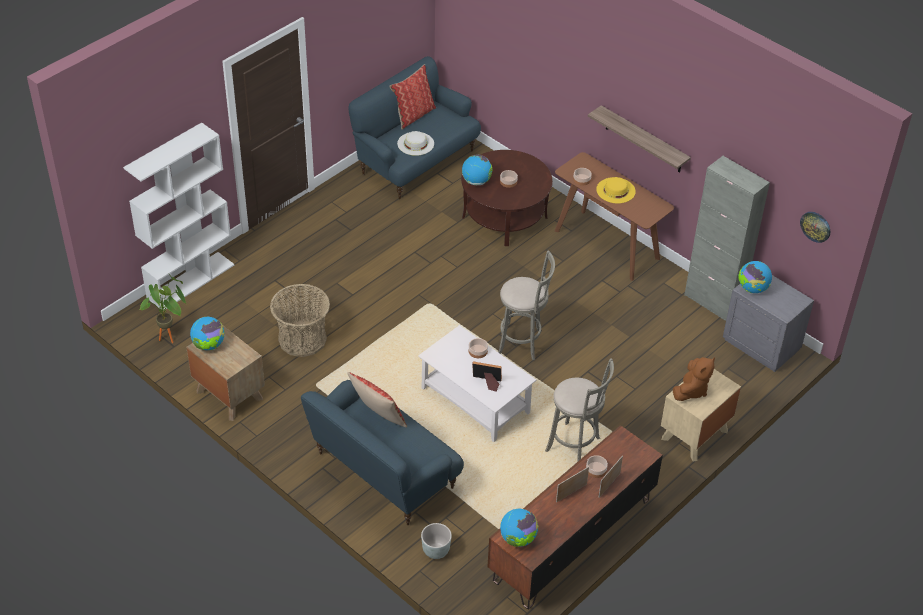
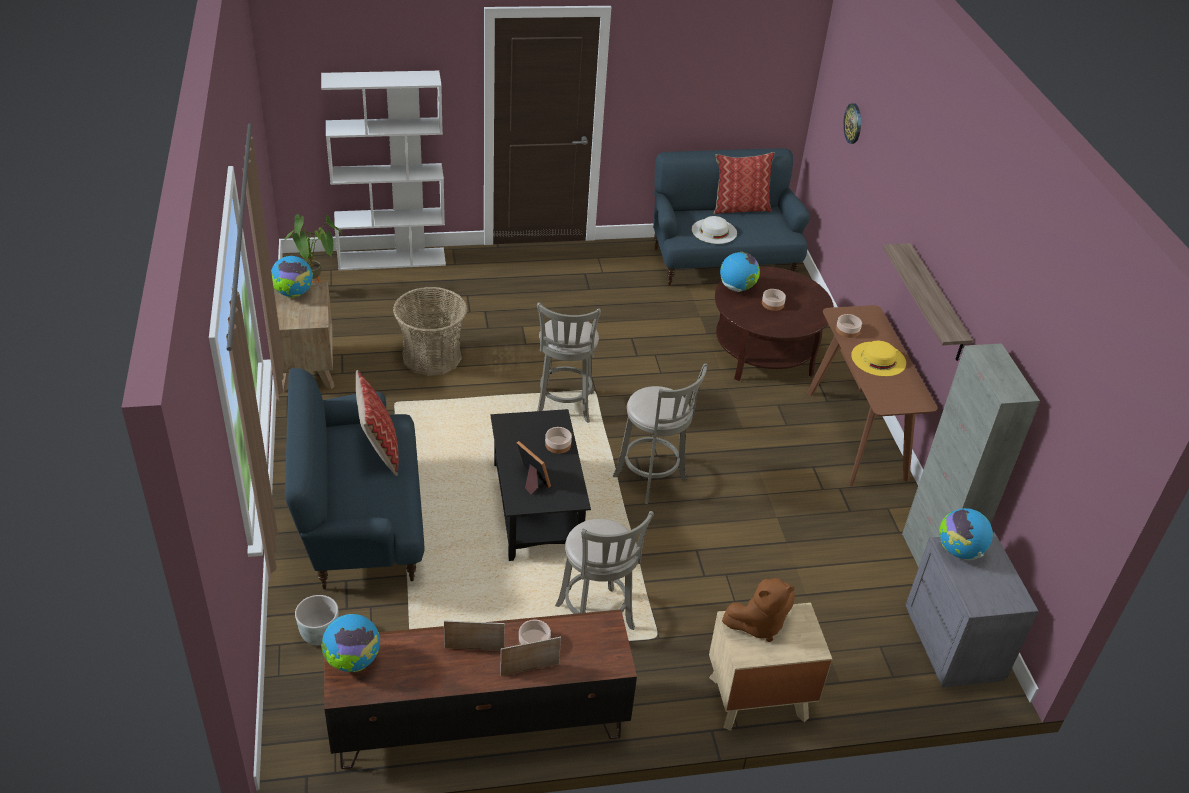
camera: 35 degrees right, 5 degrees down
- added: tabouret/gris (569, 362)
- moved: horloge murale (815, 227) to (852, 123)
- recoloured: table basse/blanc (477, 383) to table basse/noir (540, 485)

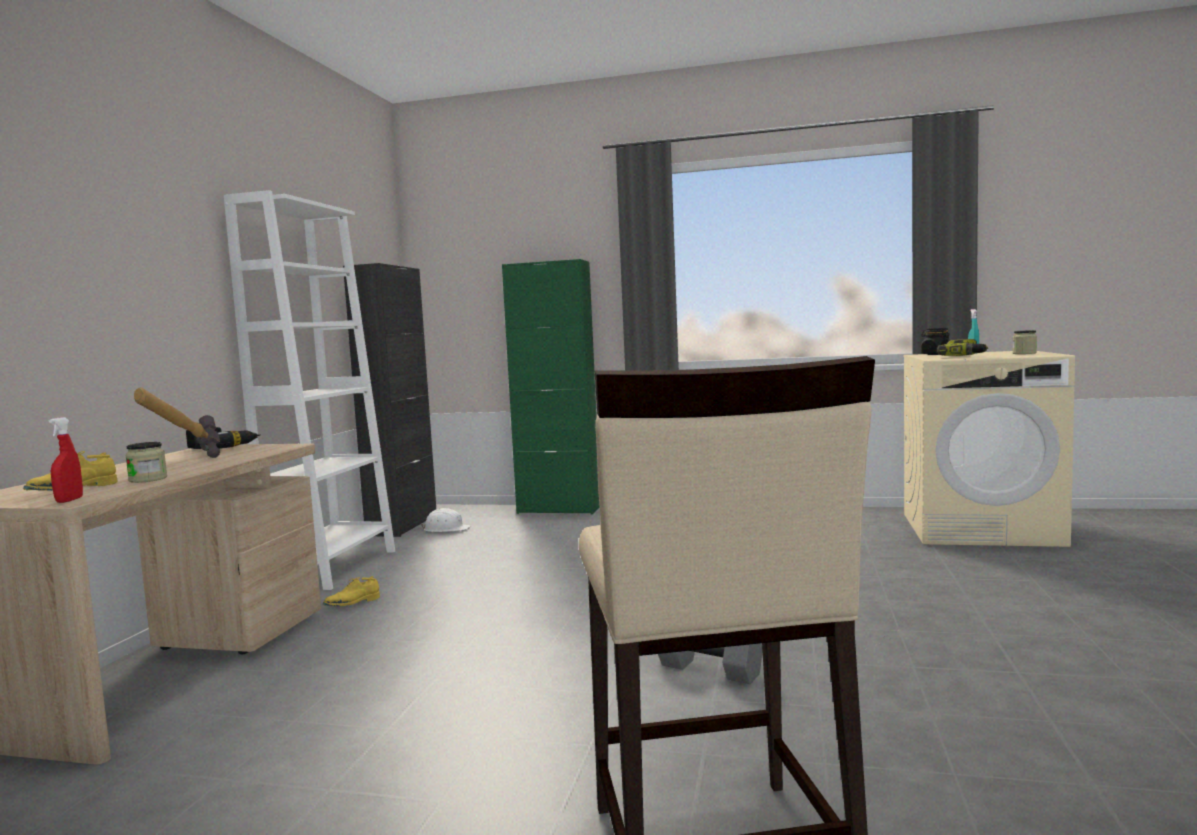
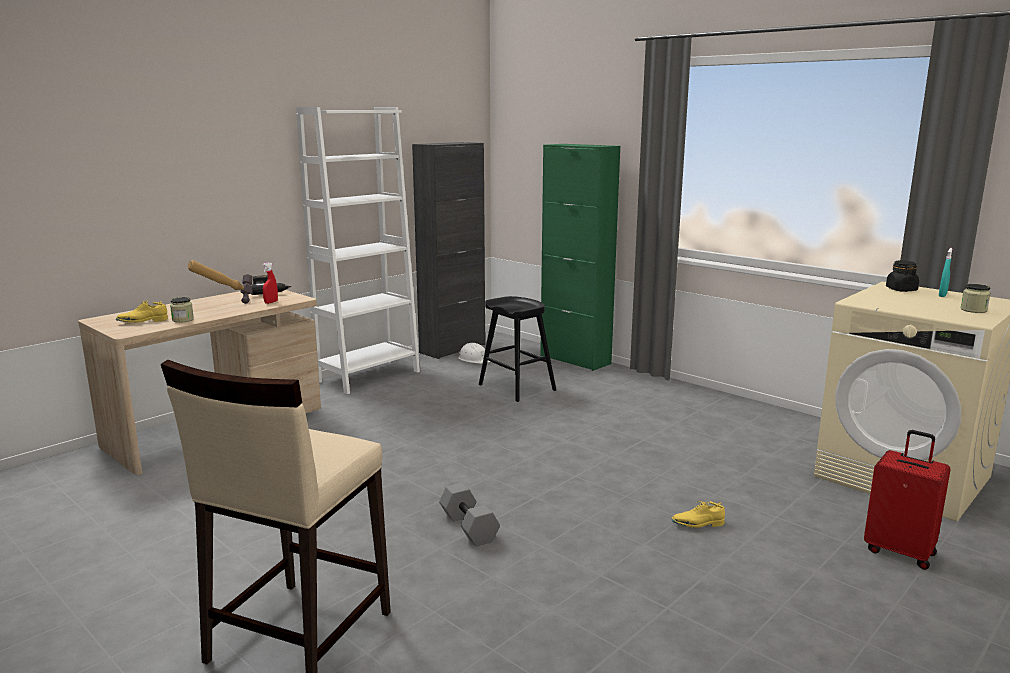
camera: 30 degrees right, 10 degrees up
- removed: perceuse (962, 347)
- added: tabouret/noir (517, 349)
- added: valise/rouge (907, 500)
- moved: vaporisateur/rouge (66, 460) to (270, 283)
- moved: chaussure/jaune (351, 591) to (698, 514)

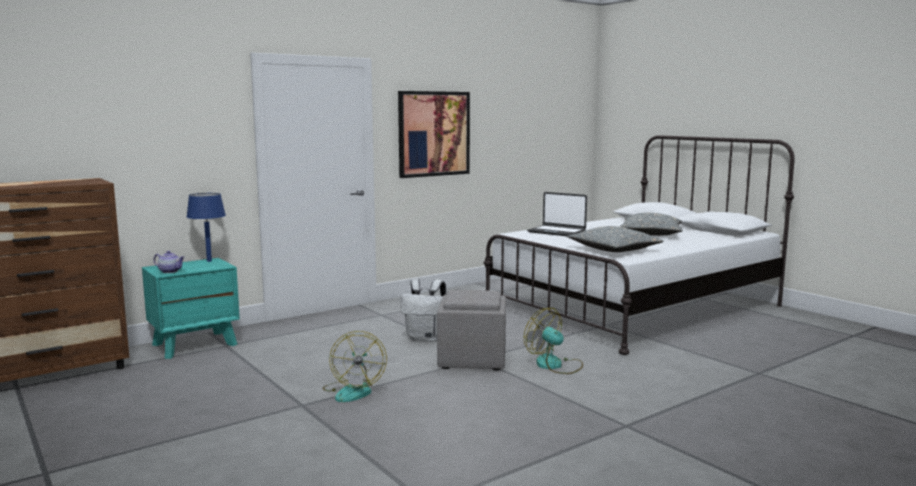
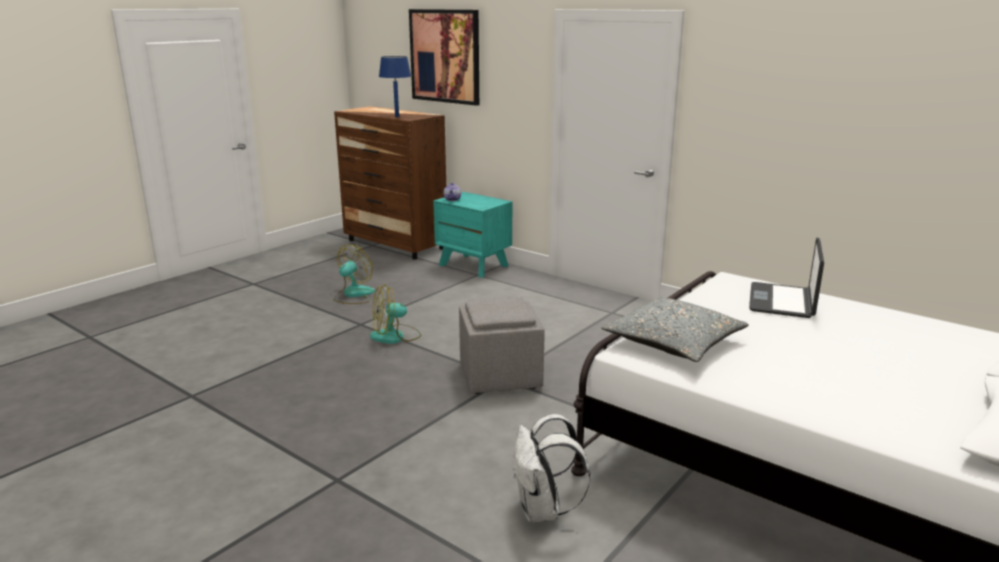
camera: 75 degrees right, 10 degrees up
- removed: coussin/gris (651, 224)
- moved: lampe de table/bleu (206, 227) to (395, 86)
- moved: tableau (434, 134) to (444, 57)
- moved: sac à dos/blanc (423, 310) to (551, 468)
- moved: ventilateur (553, 341) to (354, 274)

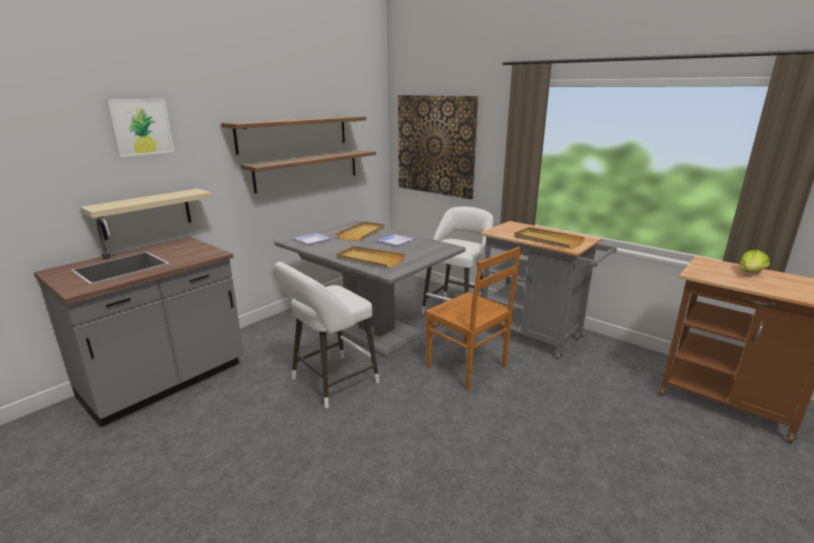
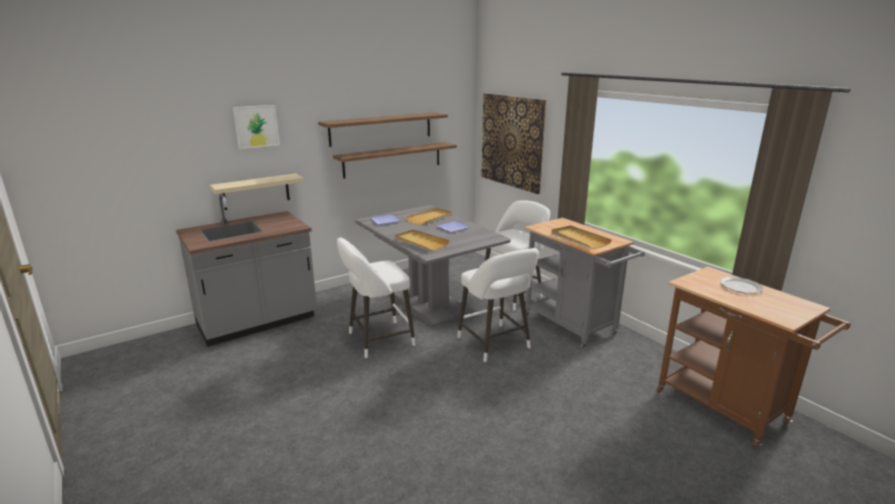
camera: 15 degrees right, 0 degrees up
- replaced: chaise/marron (473, 319) to tabouret/blanc (498, 305)
- replaced: laitue (754, 261) to assiette (741, 285)

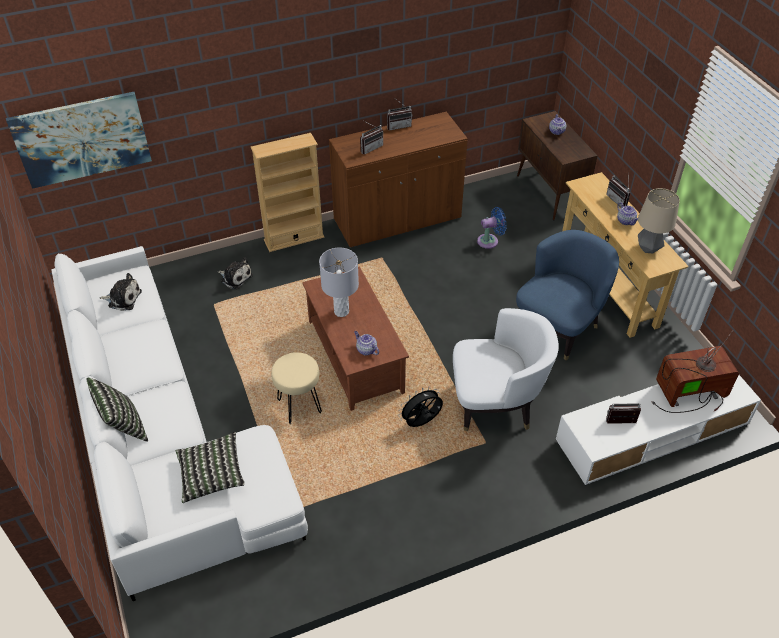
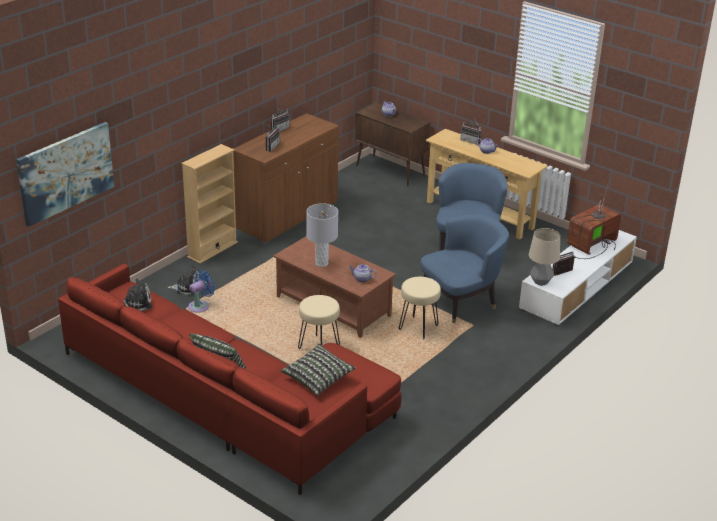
camera: 30 degrees left, 15 degrees down
- moved: ventilateur/bleu (492, 228) to (201, 291)
- moved: lampe de table (659, 220) to (544, 257)
- replaced: ventilateur/noir (420, 407) to tabouret/beige (420, 308)
- recoloured: canapé/blanc (179, 423) to canapé/rouge (229, 379)
- recoloured: fauteuil/blanc (505, 369) to fauteuil/bleu (465, 268)

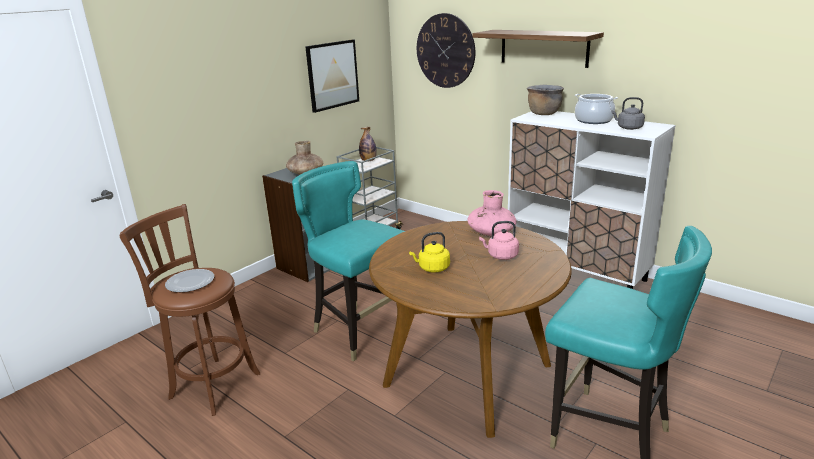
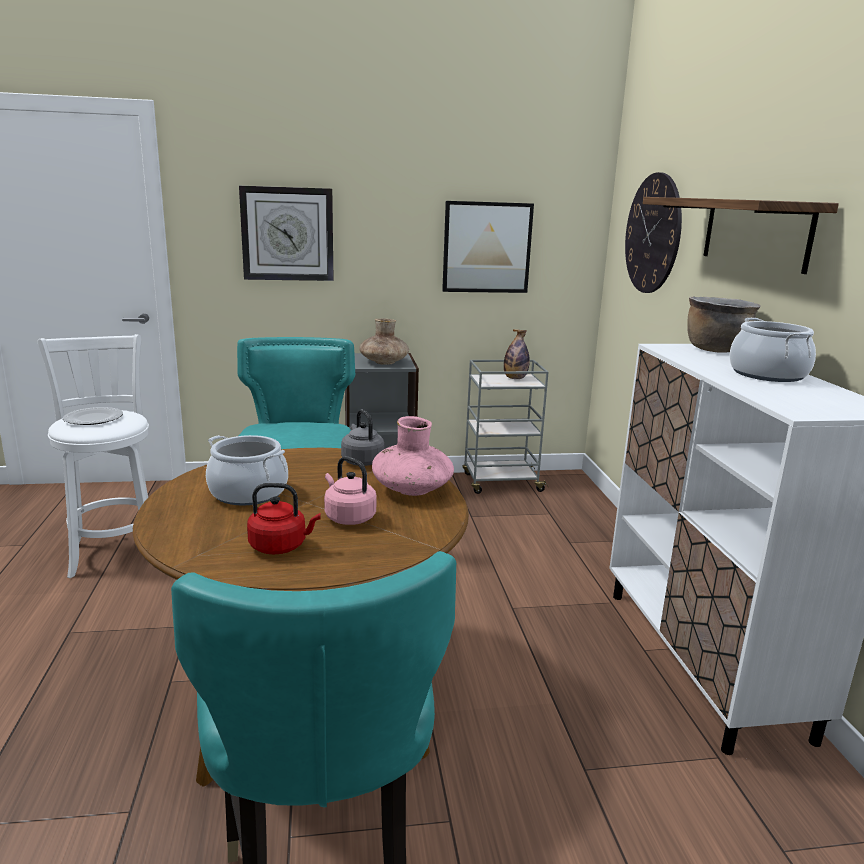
camera: 40 degrees right, 5 degrees down
- added: horloge murale (286, 233)
- added: bouilloire/rouge (284, 518)
- moved: bouilloire/gris (628, 113) to (362, 438)
- replaced: bouilloire/jaune (429, 252) to marmite (247, 470)
- recoloured: tabouret/marron (190, 310) to tabouret/blanc (93, 456)

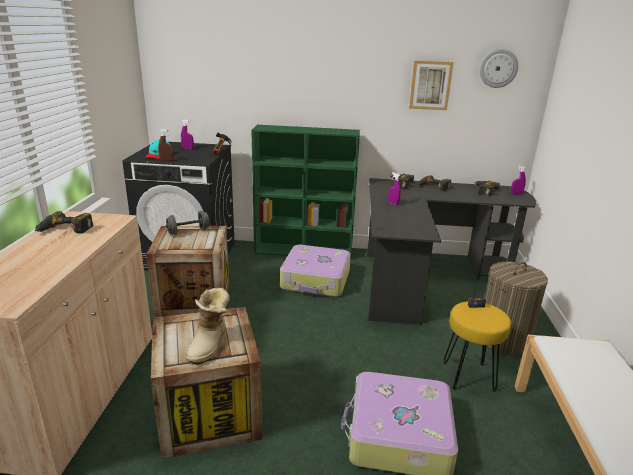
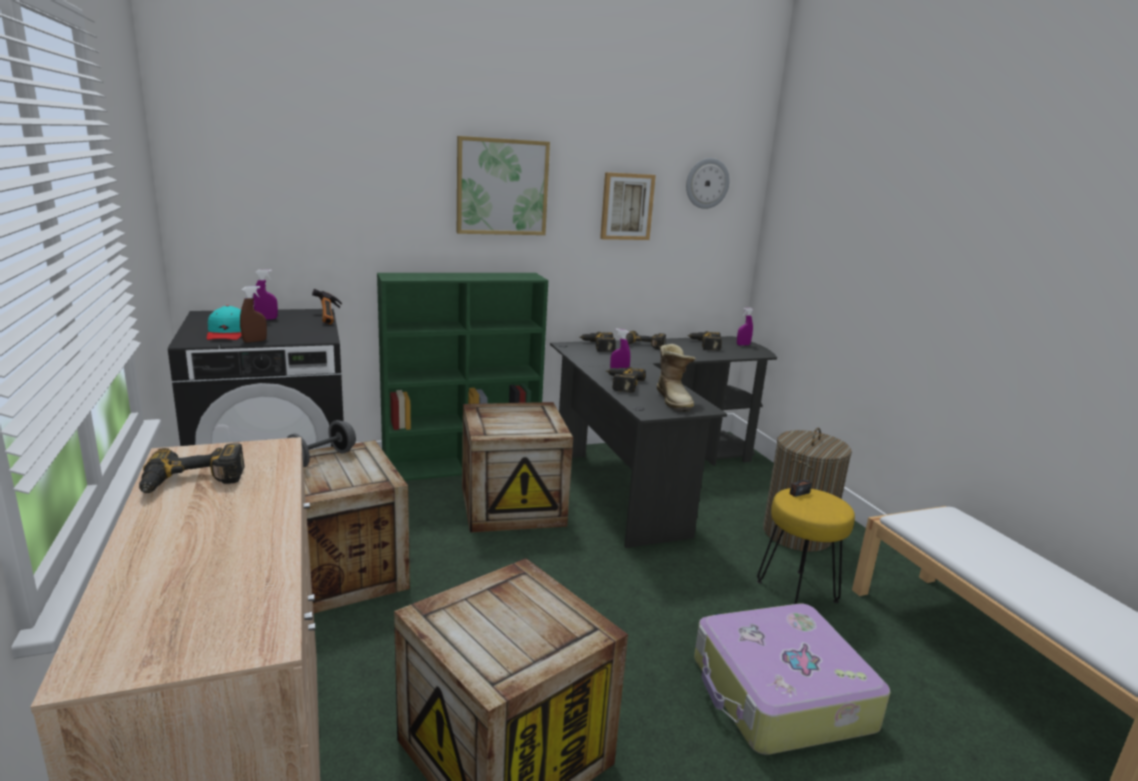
camera: 25 degrees left, 5 degrees down
- added: tableau (503, 185)
- added: perceuse (626, 380)
- moved: botte (207, 326) to (676, 378)
- replaced: valise (315, 271) to caisse (517, 467)

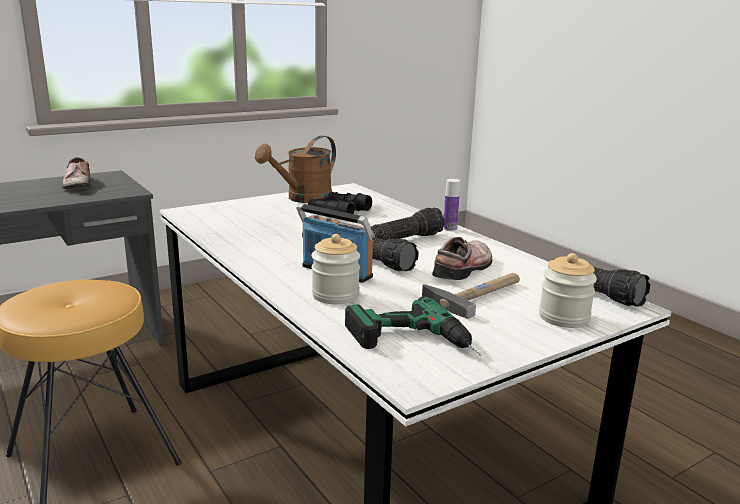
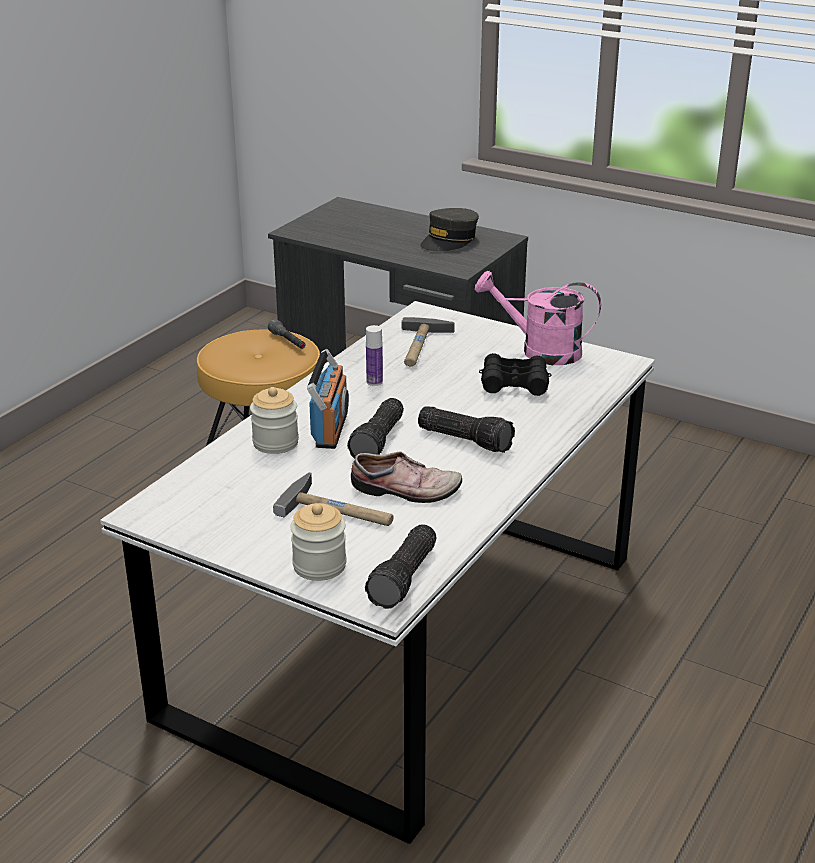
camera: 65 degrees right, 10 degrees up
- removed: perceuse (413, 326)
- added: lampe de poche/gris (287, 334)
- added: marteau (428, 341)
- moved: bouteille (451, 205) to (374, 355)
- replaced: chaussure (76, 173) to casquette/gris (449, 229)
- recoloured: arrosoir/marron (295, 169) to arrosoir/rose (538, 318)

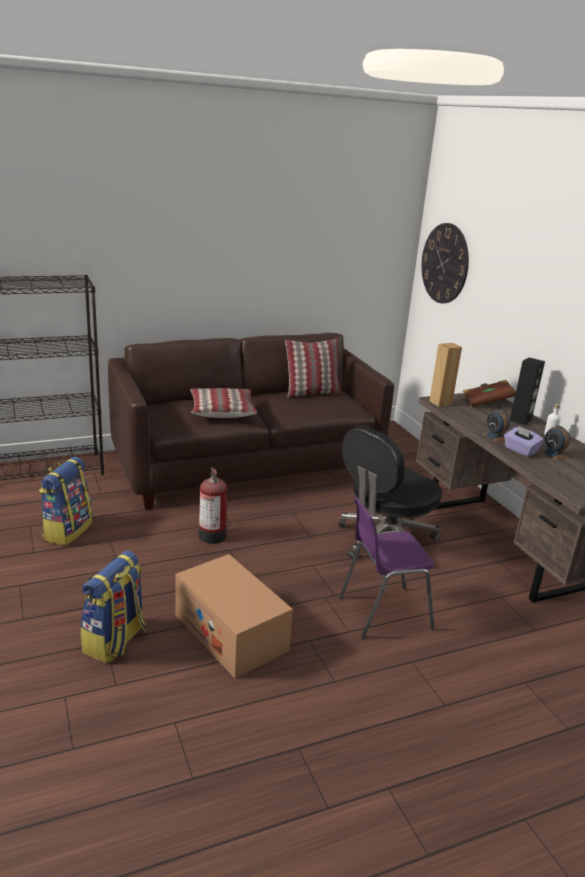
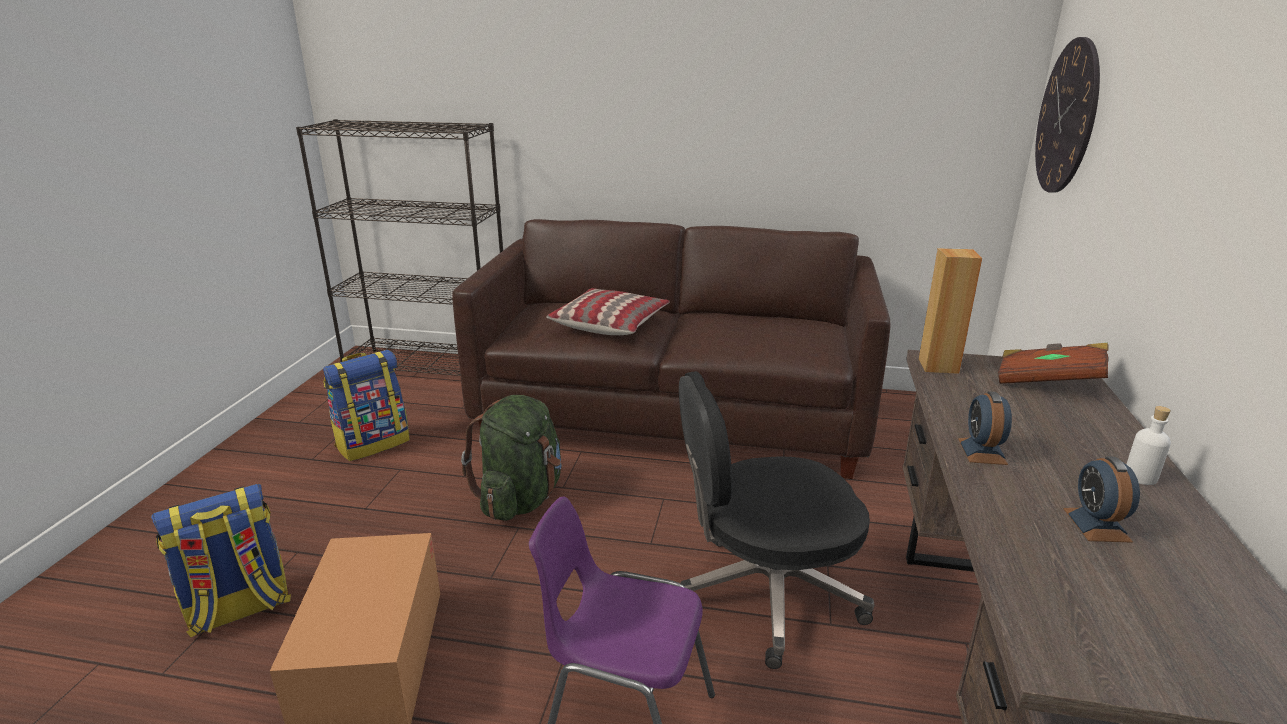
camera: 35 degrees right, 0 degrees up
- removed: coussin (313, 368)
- removed: boîte à mouchoirs/violet (524, 441)
- removed: enceinte/noir (527, 391)
- replaced: extincteur (213, 505) to sac à dos/vert (511, 458)

